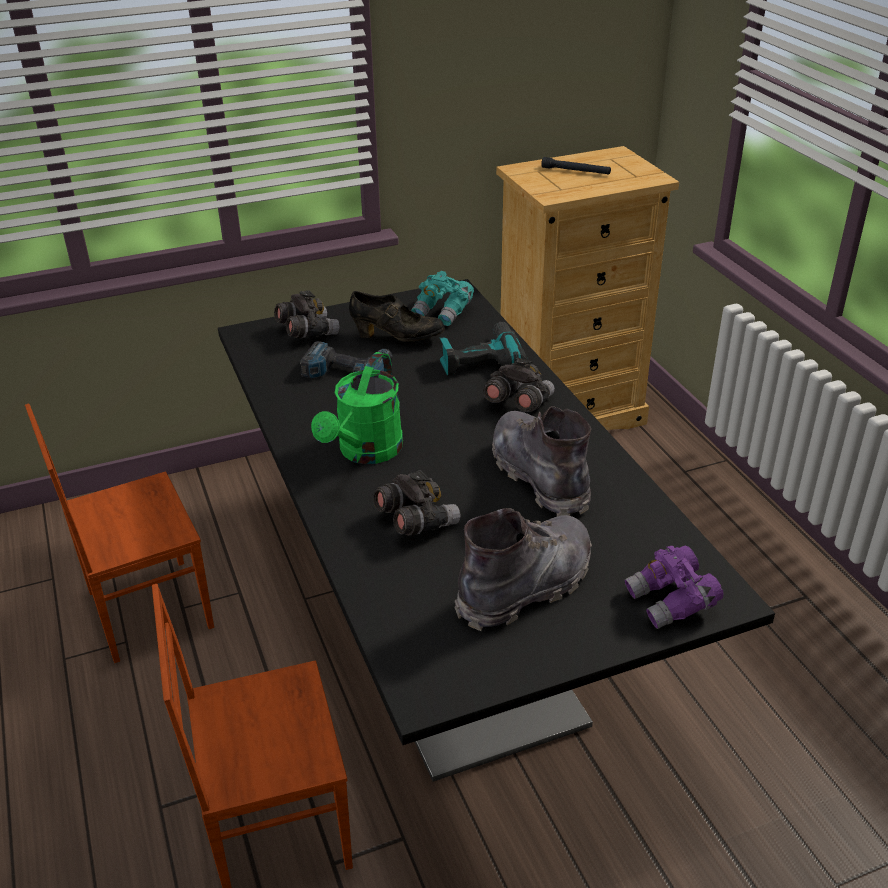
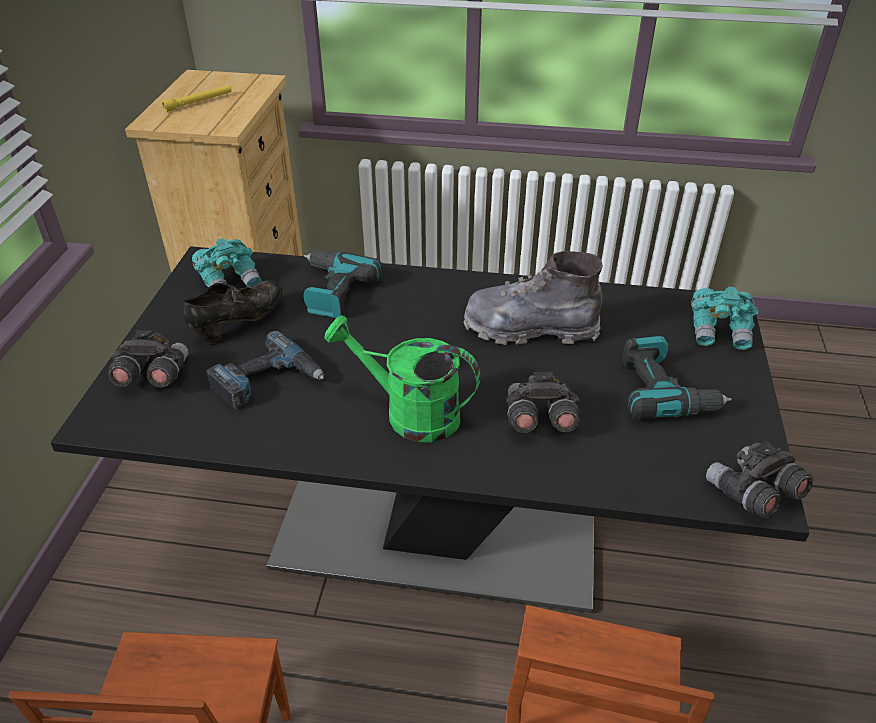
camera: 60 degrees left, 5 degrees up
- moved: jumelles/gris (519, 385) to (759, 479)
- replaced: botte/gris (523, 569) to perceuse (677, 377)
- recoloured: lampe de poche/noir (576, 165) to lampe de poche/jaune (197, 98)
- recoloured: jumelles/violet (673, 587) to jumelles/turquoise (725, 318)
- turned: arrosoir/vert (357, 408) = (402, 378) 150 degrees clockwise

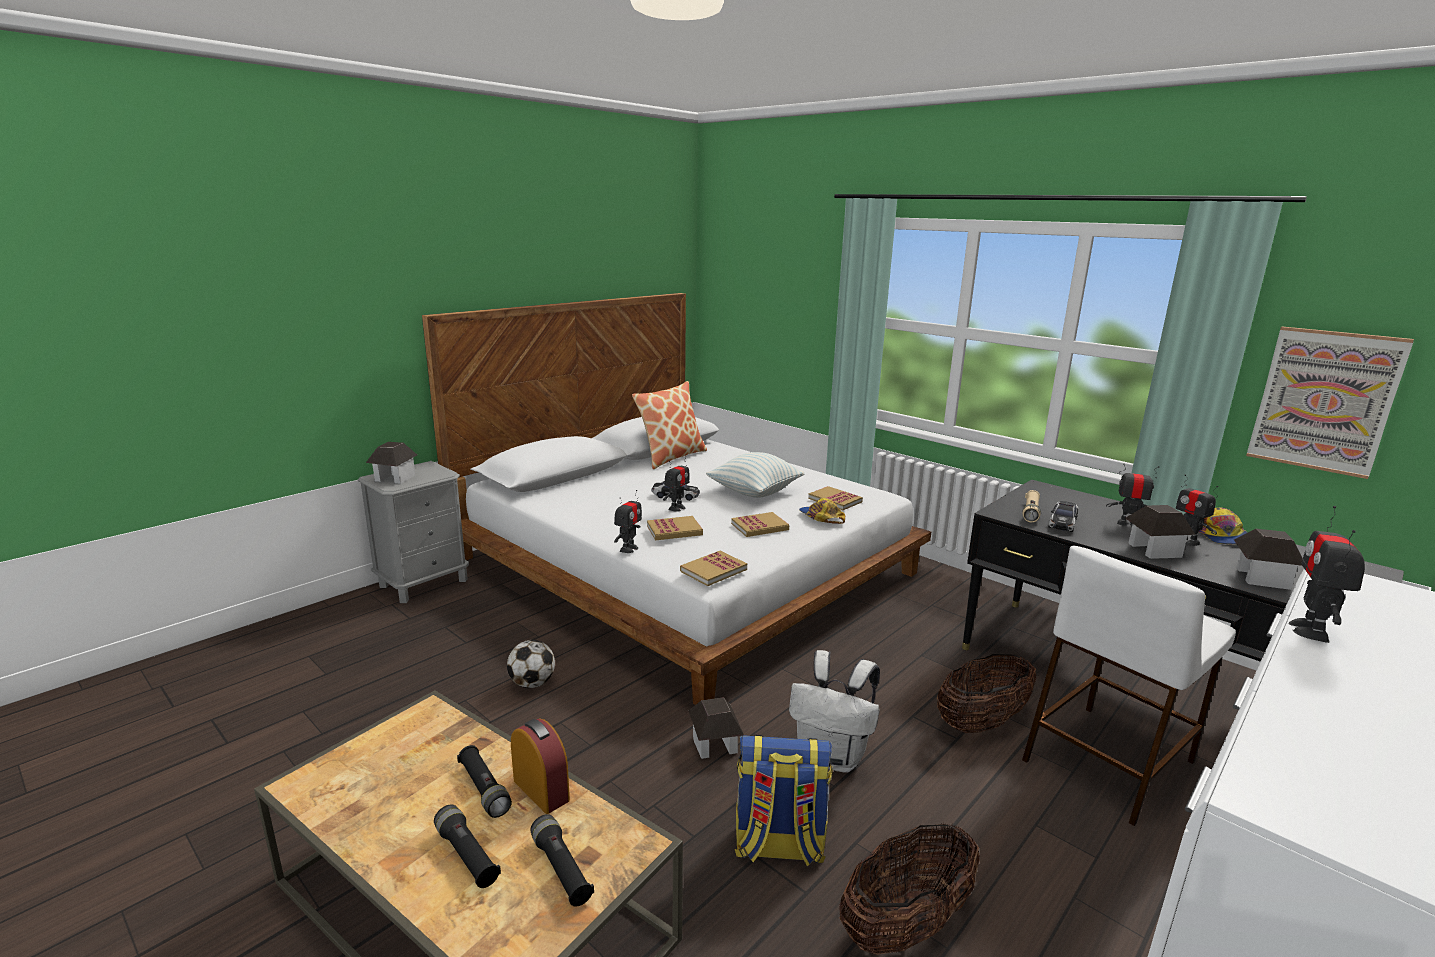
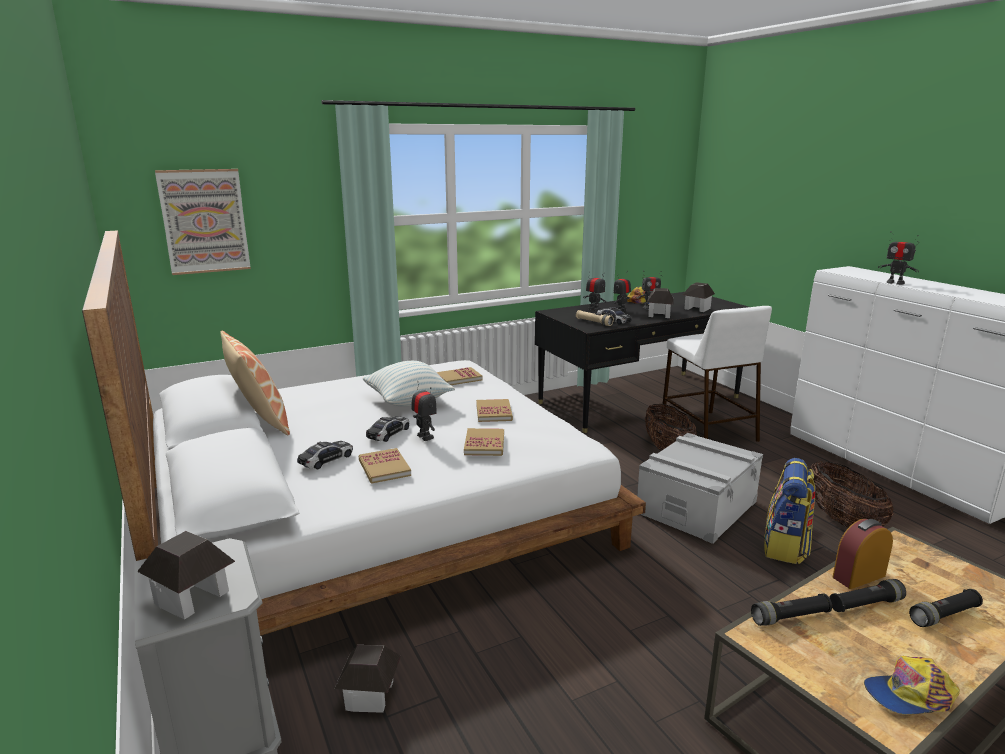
camera: 70 degrees left, 0 degrees up
- removed: ballon de foot (531, 664)
- added: petite voiture (325, 455)
- moved: lampe de poche/noir (562, 860) to (791, 609)
- moved: robot jouet (628, 521) to (594, 291)
- moved: livre (713, 568) to (385, 466)
- moved: maison miniature (716, 728) to (367, 679)
- moved: casquette (822, 511) to (912, 685)
- moved: tableau (1330, 402) to (203, 222)
- replaced: sac à dos/blanc (834, 711) to boîte de rangement/gris (700, 488)

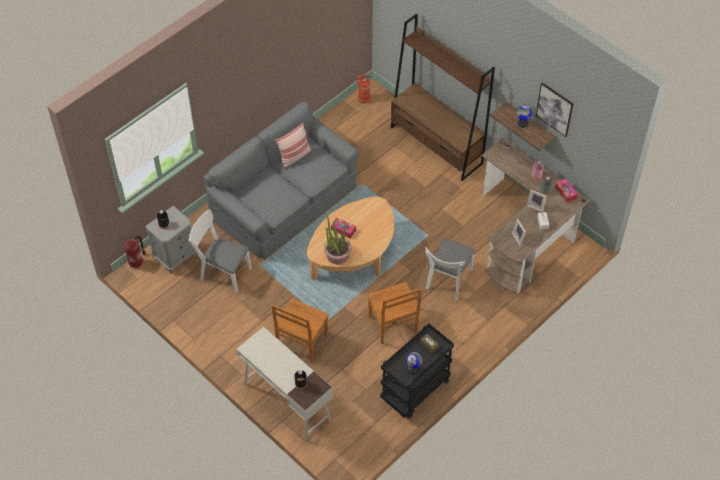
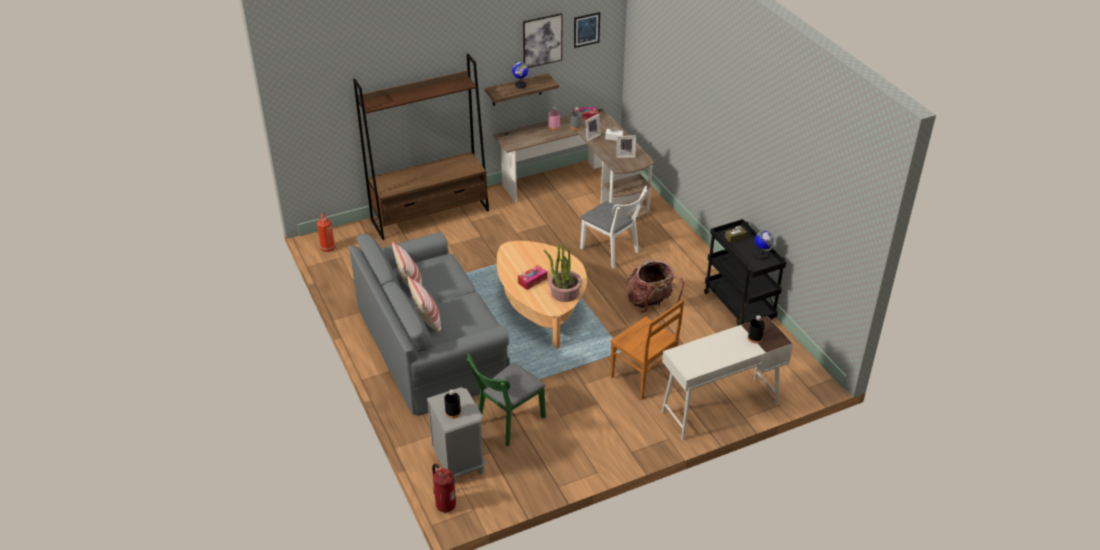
camera: 70 degrees left, 15 degrees down
- added: coussin (424, 305)
- added: tableau (587, 30)
- replaced: chaise/marron (395, 313) to sac à dos (655, 286)
- recoloured: chaise/blanc (220, 251) to chaise/vert (506, 399)

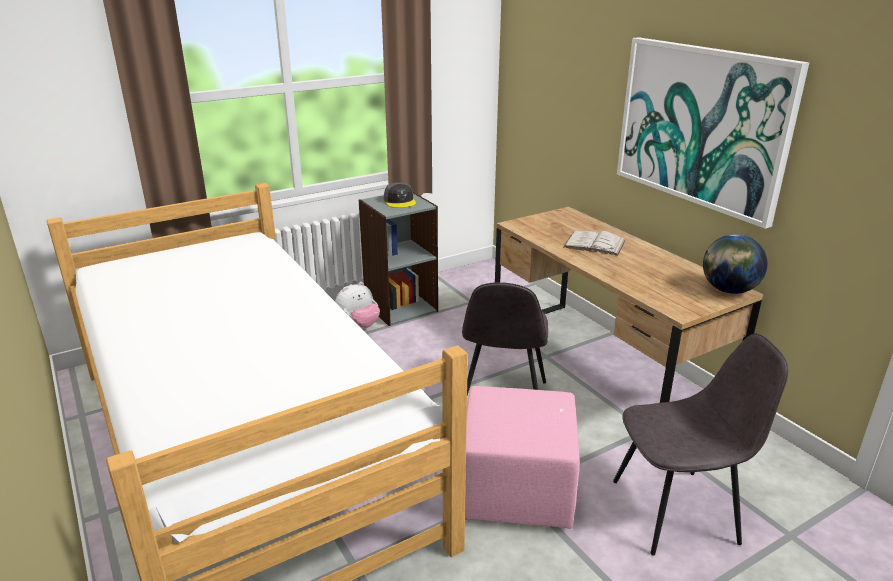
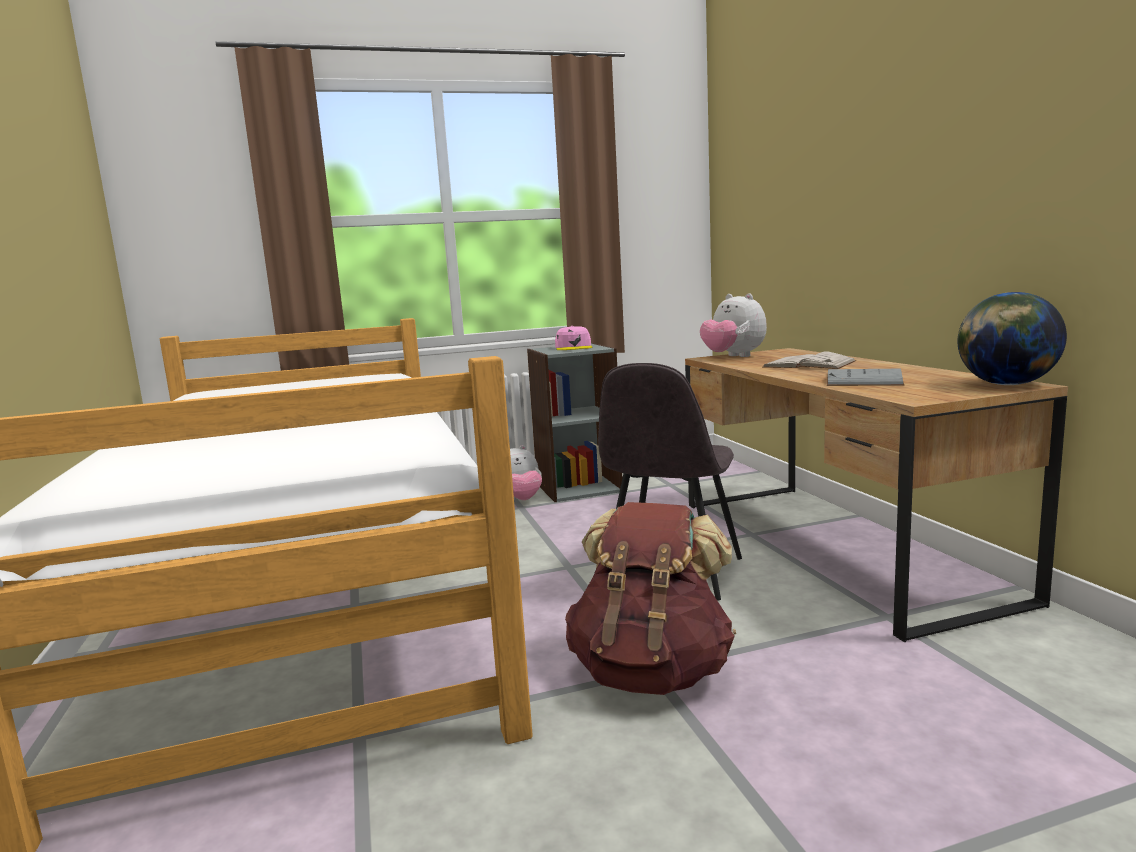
camera: 15 degrees right, 15 degrees down
- removed: chaise/gris (700, 445)
- removed: tableau (713, 133)
- added: peluche (733, 325)
- added: livre/gris (865, 377)
- replaced: pouf/rose (522, 457) to sac à dos/marron (650, 598)
- recoloured: casquette/gris (400, 195) to casquette/rose (574, 338)

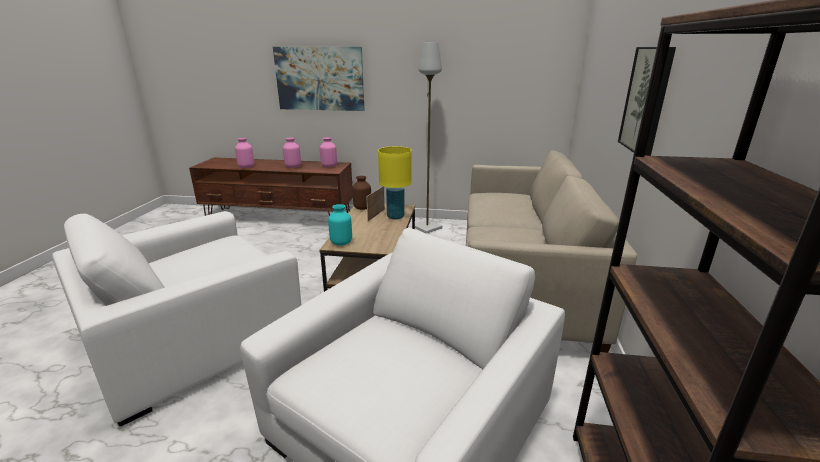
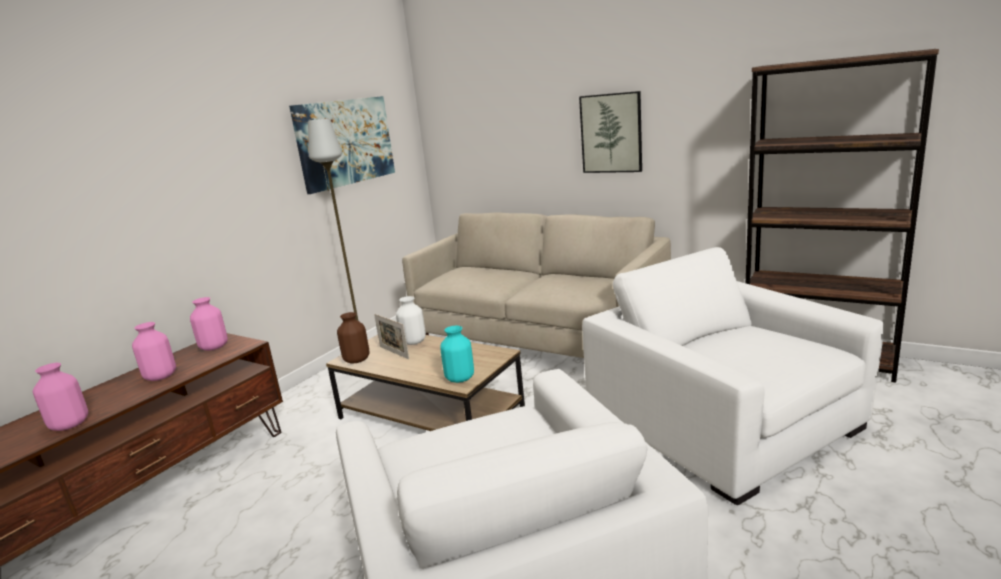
camera: 65 degrees left, 5 degrees down
- moved: tableau (319, 79) to (342, 145)
- replaced: lampe de table/jaune (395, 182) to vase/blanc (411, 320)

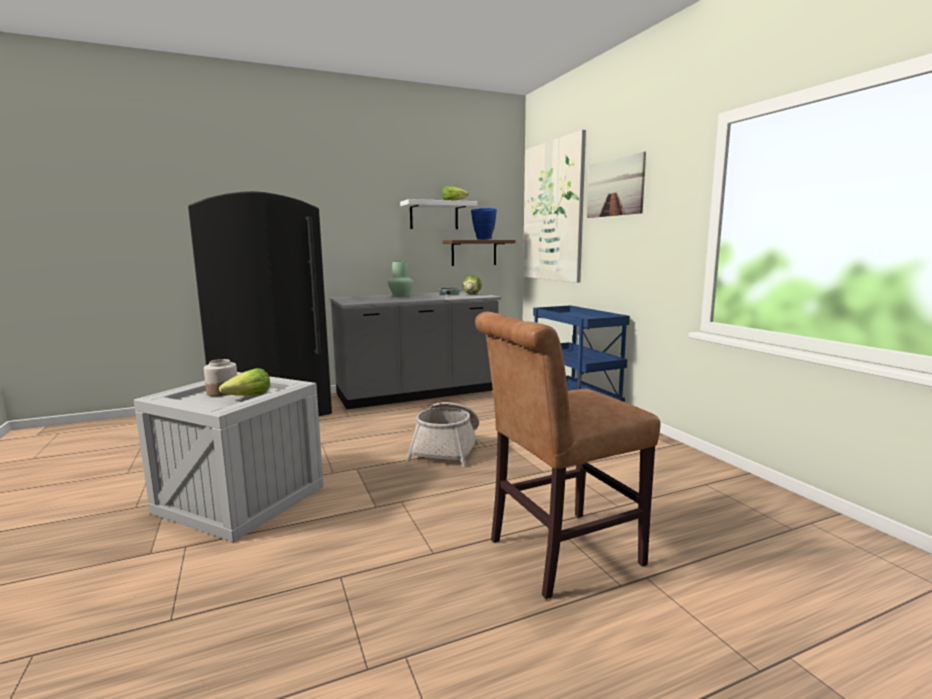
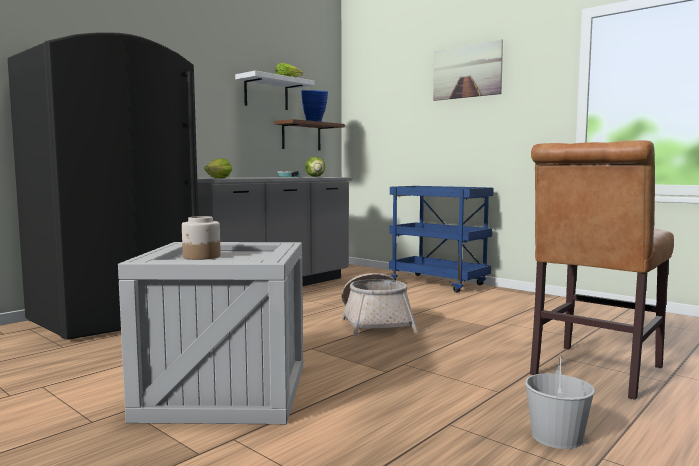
camera: 25 degrees left, 5 degrees down
- removed: vase/vert (401, 279)
- removed: tableau (554, 206)
- added: seau/blanc (560, 401)
- moved: laitue (244, 382) to (218, 168)

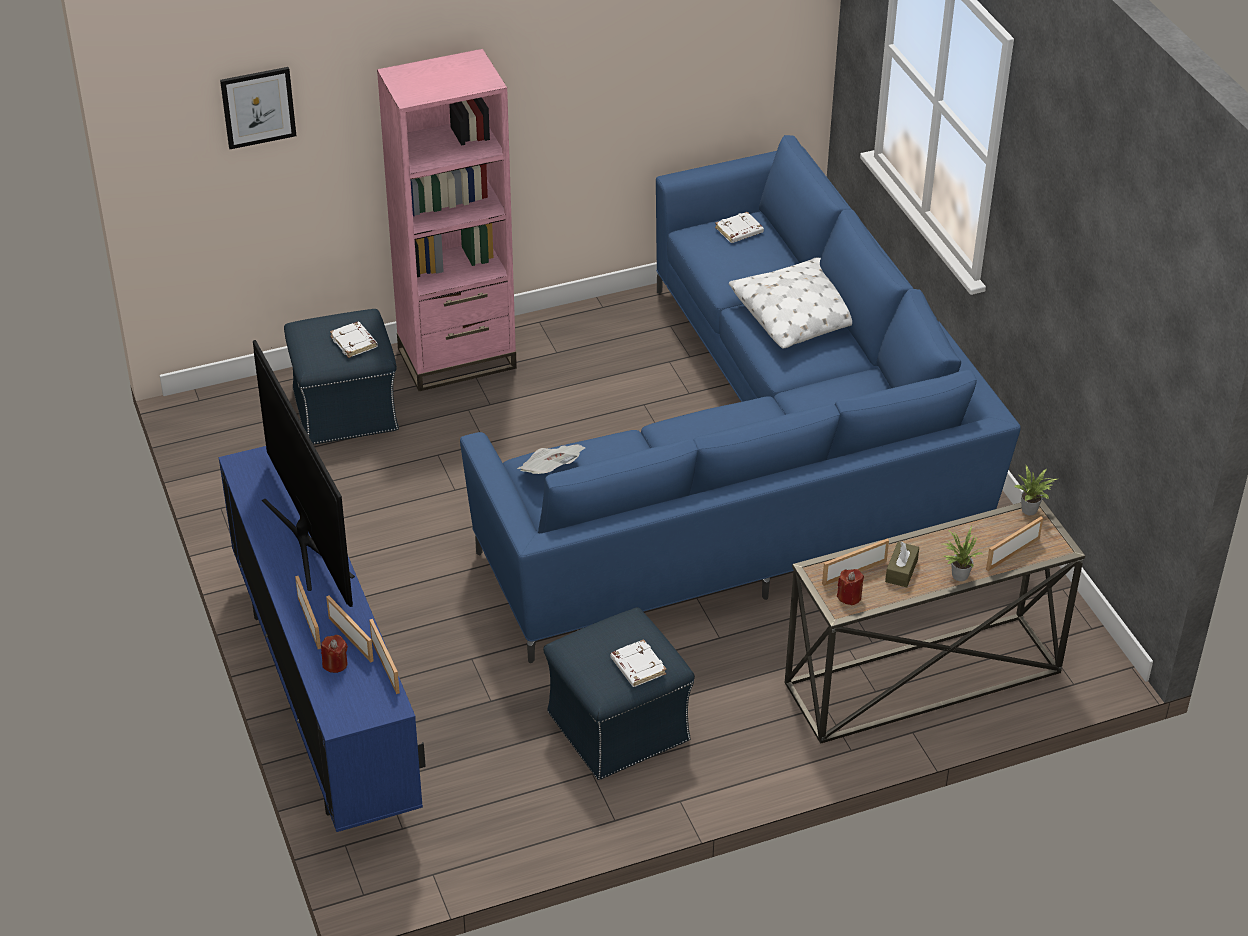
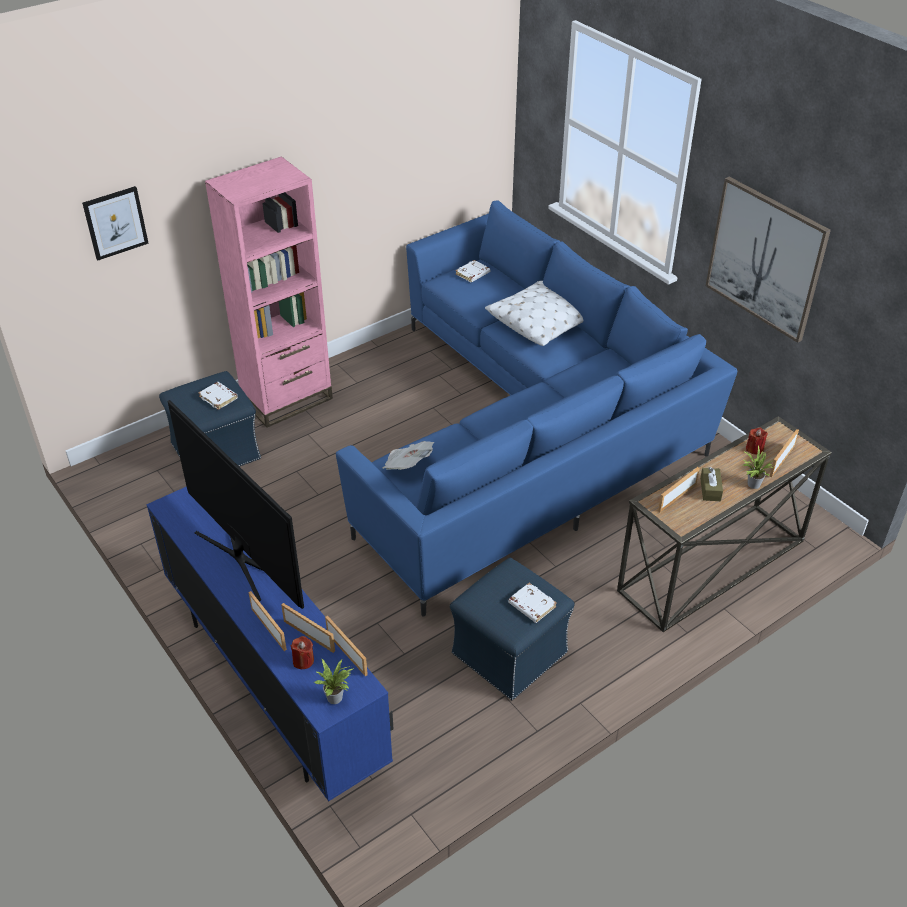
camera: 15 degrees left, 0 degrees up
- added: tableau (768, 259)
- moved: bougie/rouge (850, 587) to (757, 441)
- moved: plante en pot (1036, 490) to (334, 681)

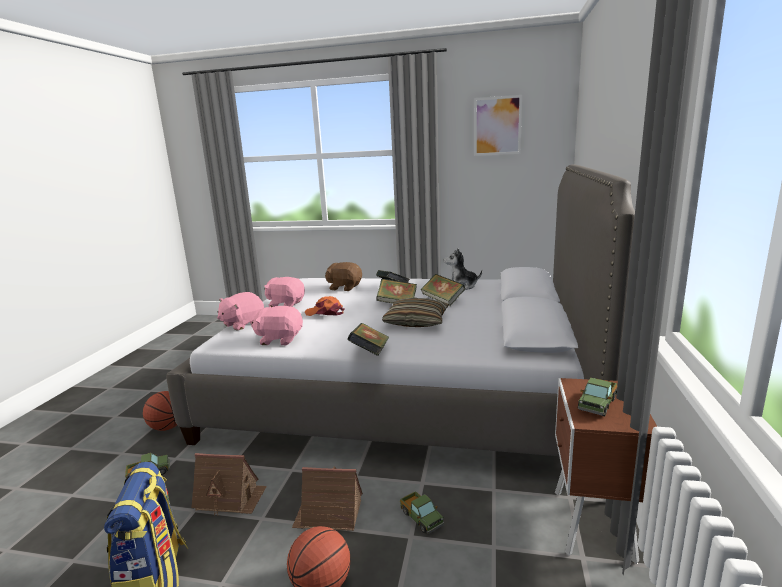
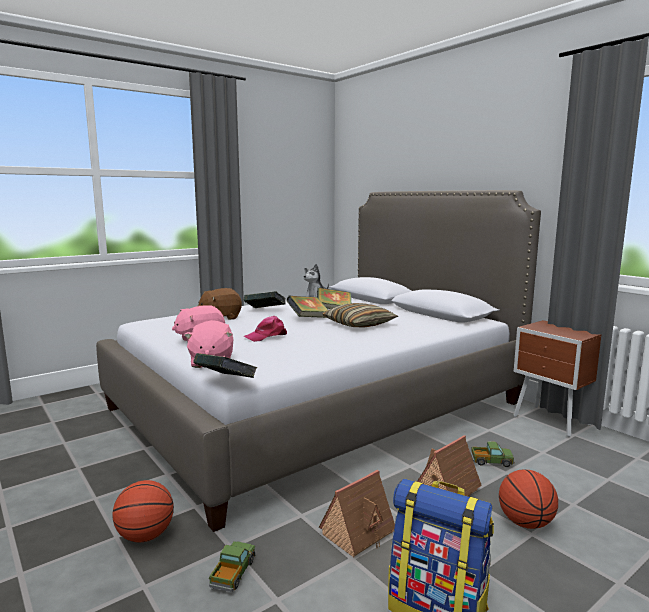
camera: 50 degrees left, 5 degrees down
- removed: peluche/rose (277, 325)
- removed: tableau (498, 125)
- removed: camion jouet (598, 397)
- moved: livre (368, 339) to (225, 365)
- recoloured: casquette/orange (325, 306) to casquette/rose (265, 329)

